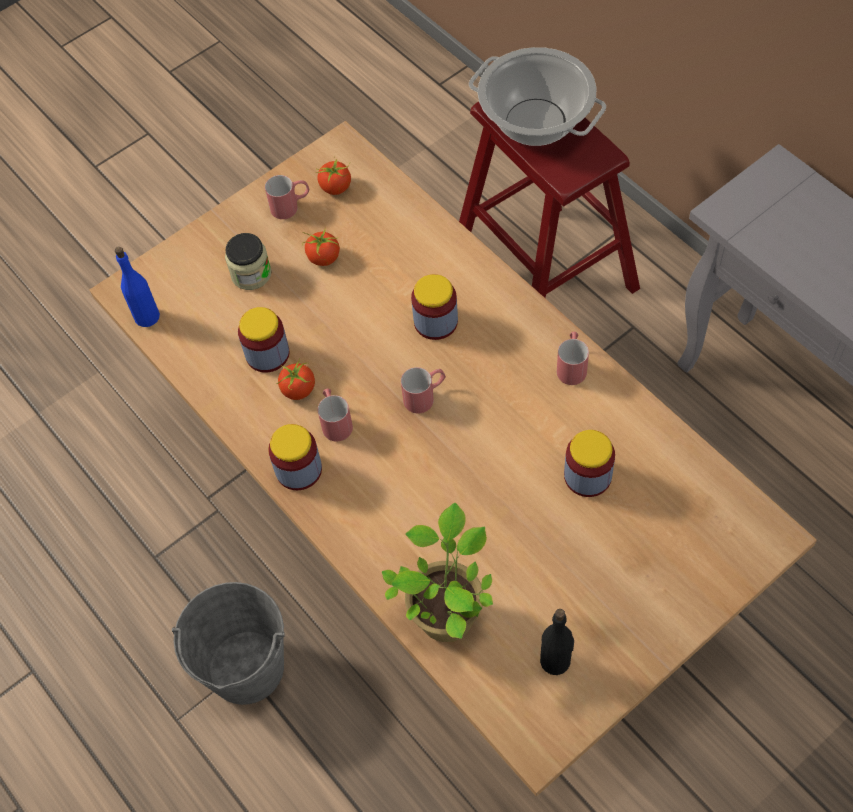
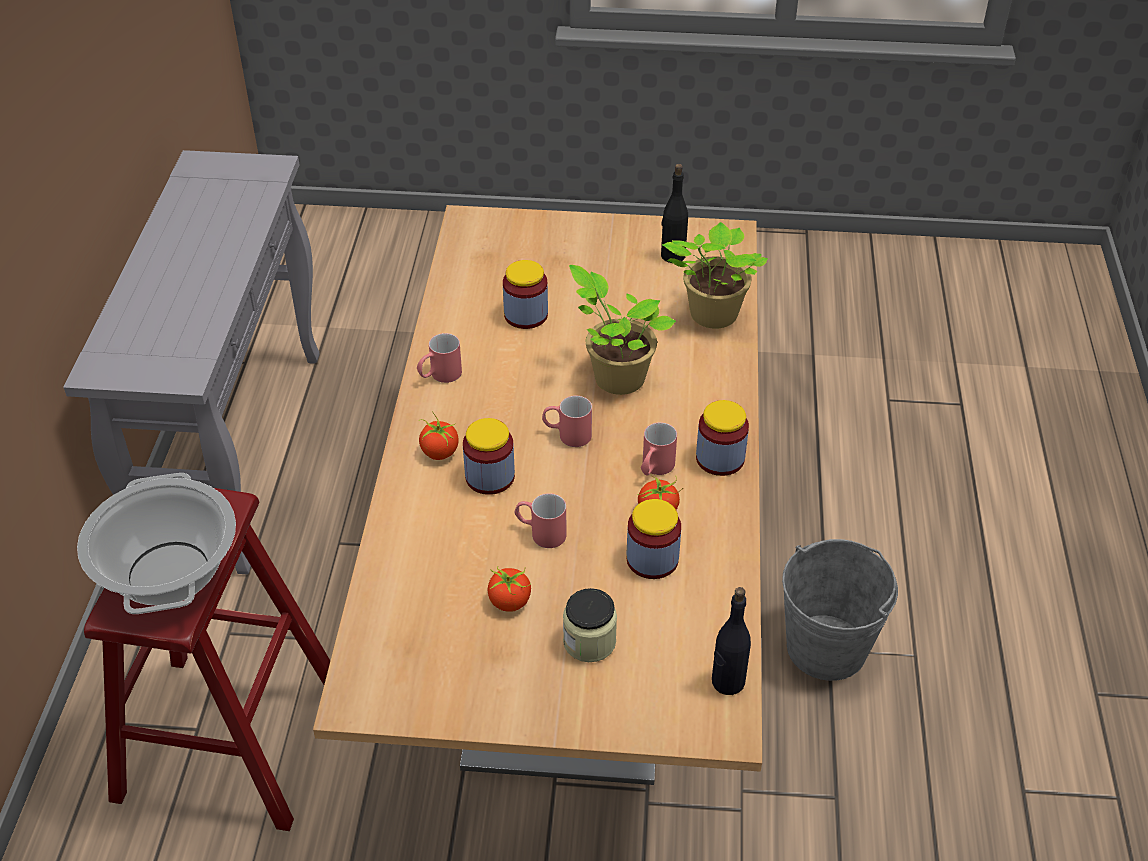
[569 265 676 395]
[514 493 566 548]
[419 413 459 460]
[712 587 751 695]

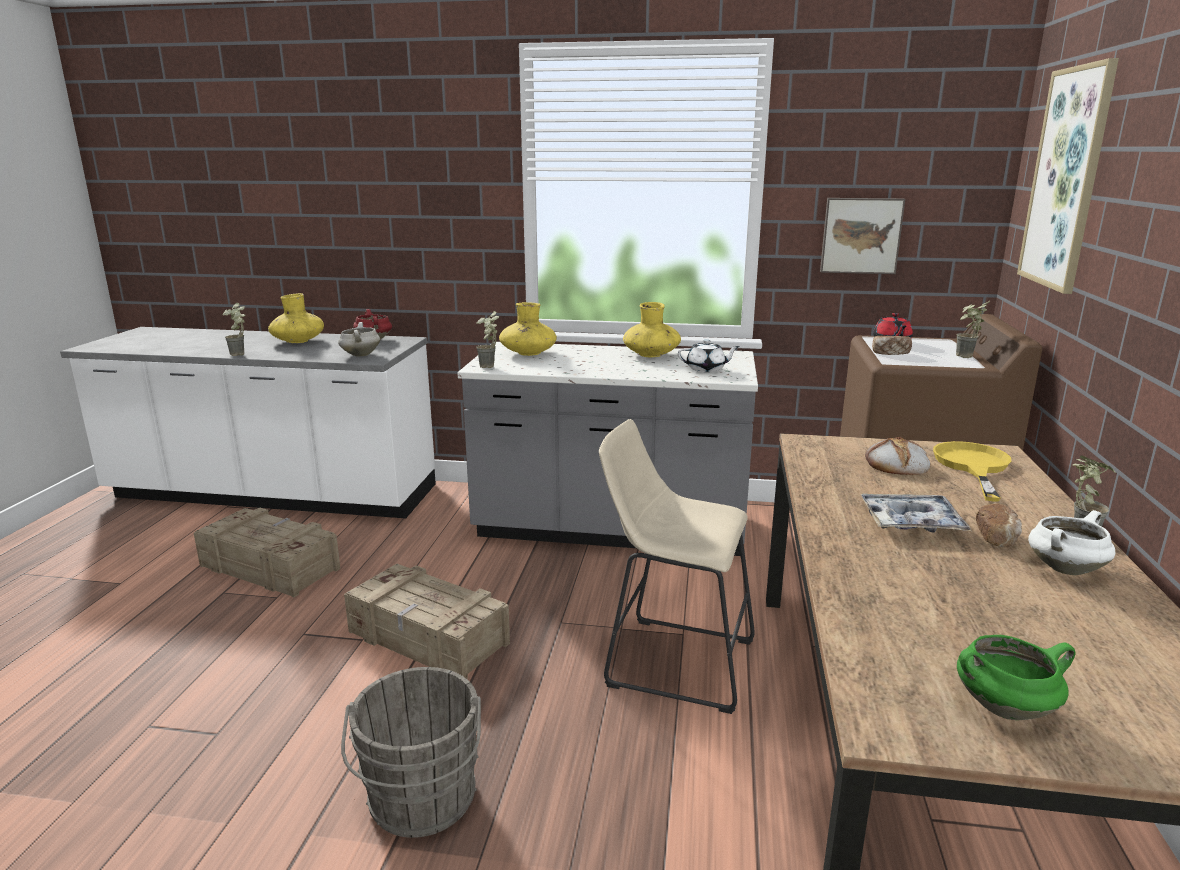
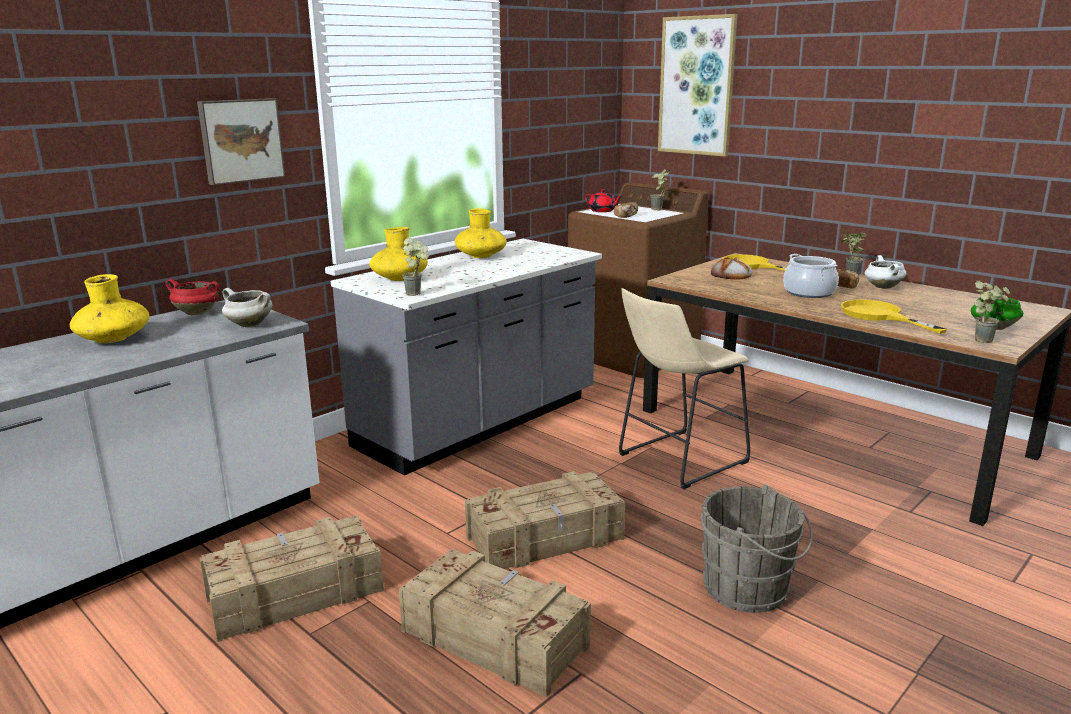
[677 339 740 372] (first image)
[399 549 591 698]
[841 299 947 334]
[974 281 1010 343]
[197 98 285 185]
[783 254 839 298]

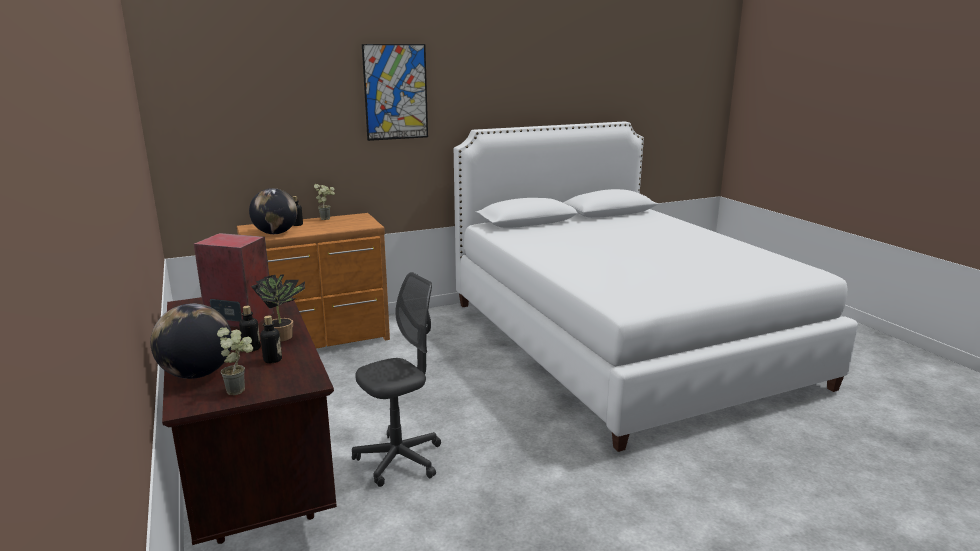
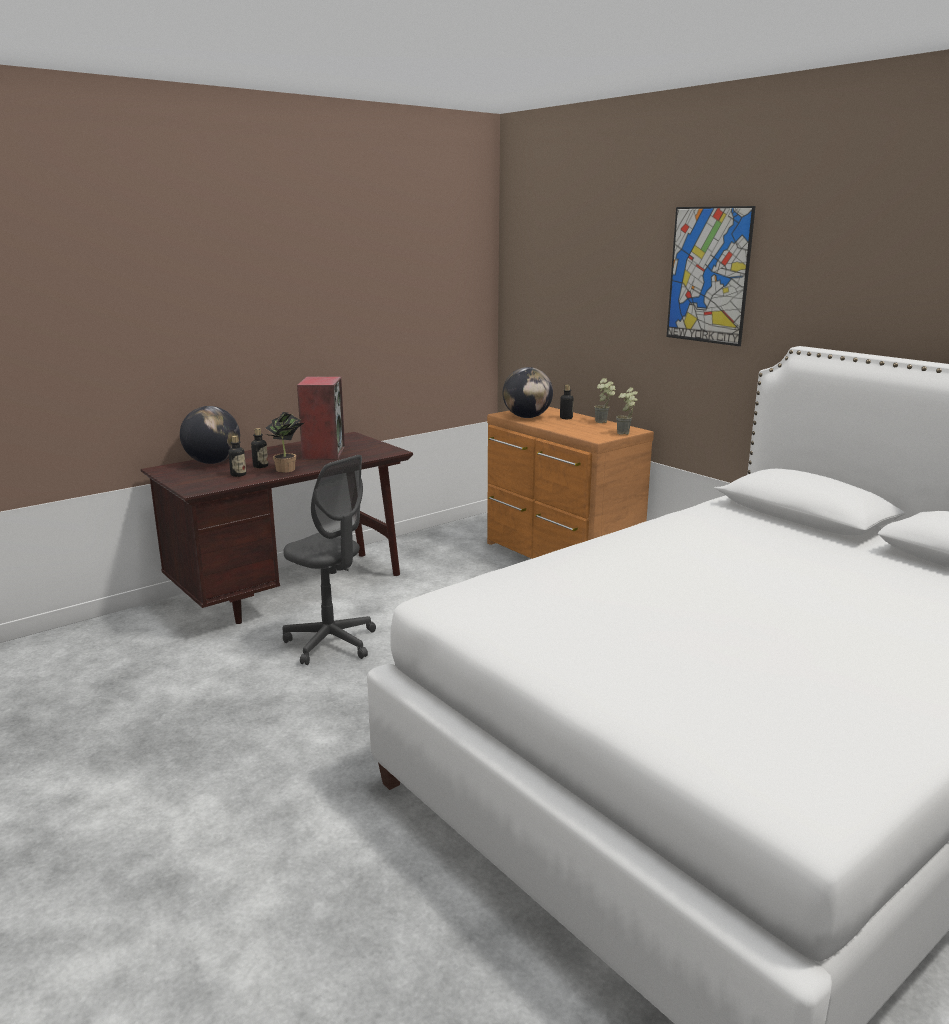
[616 387 638 435]

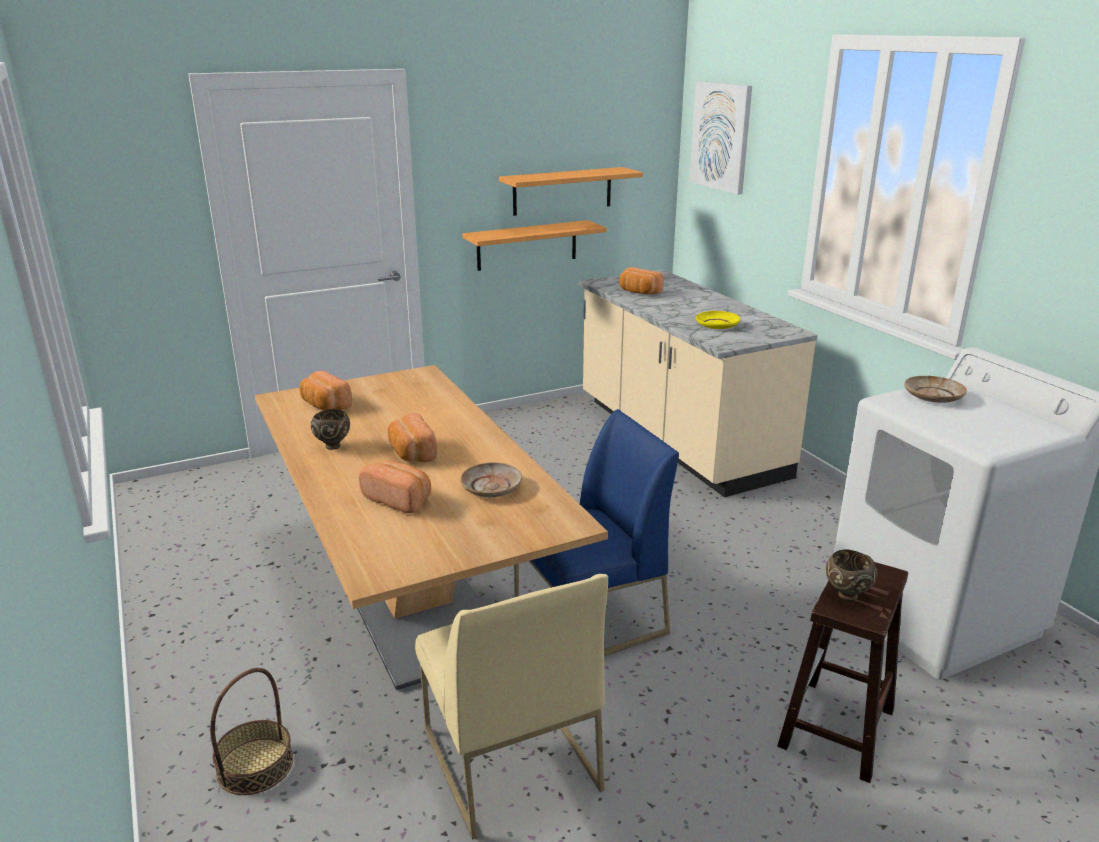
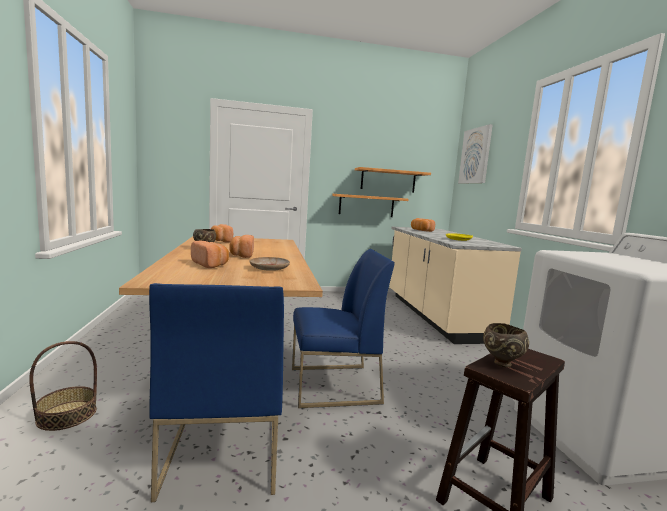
[905 376 967 403] (first image)
[149 283 284 502]

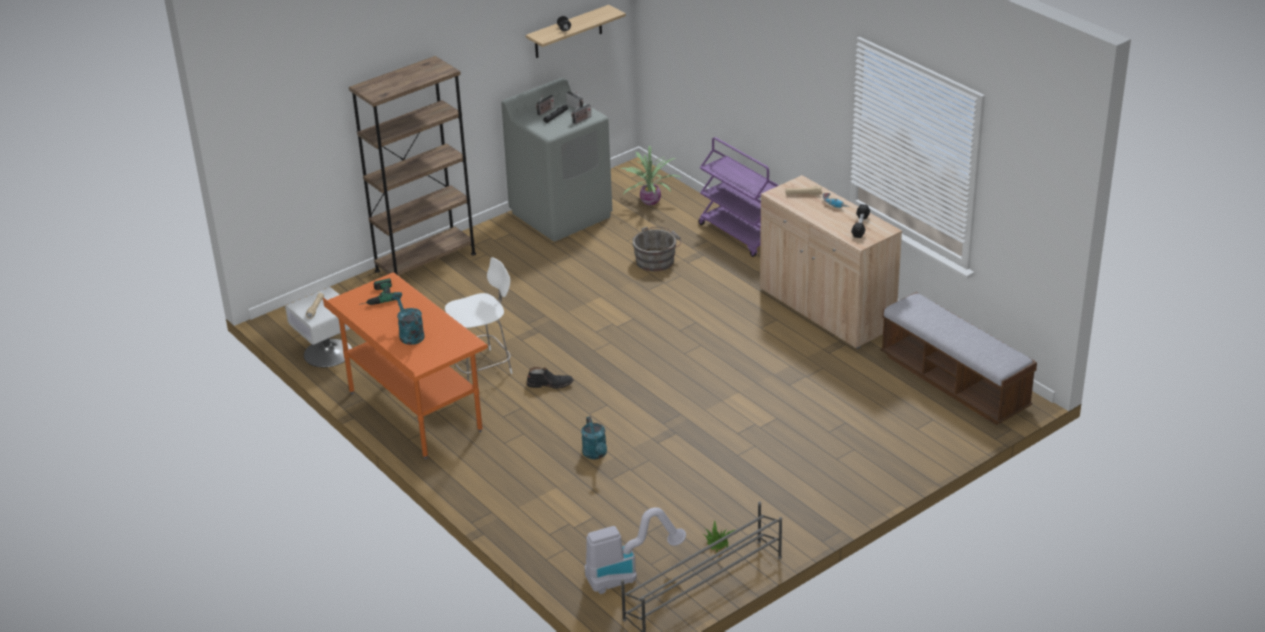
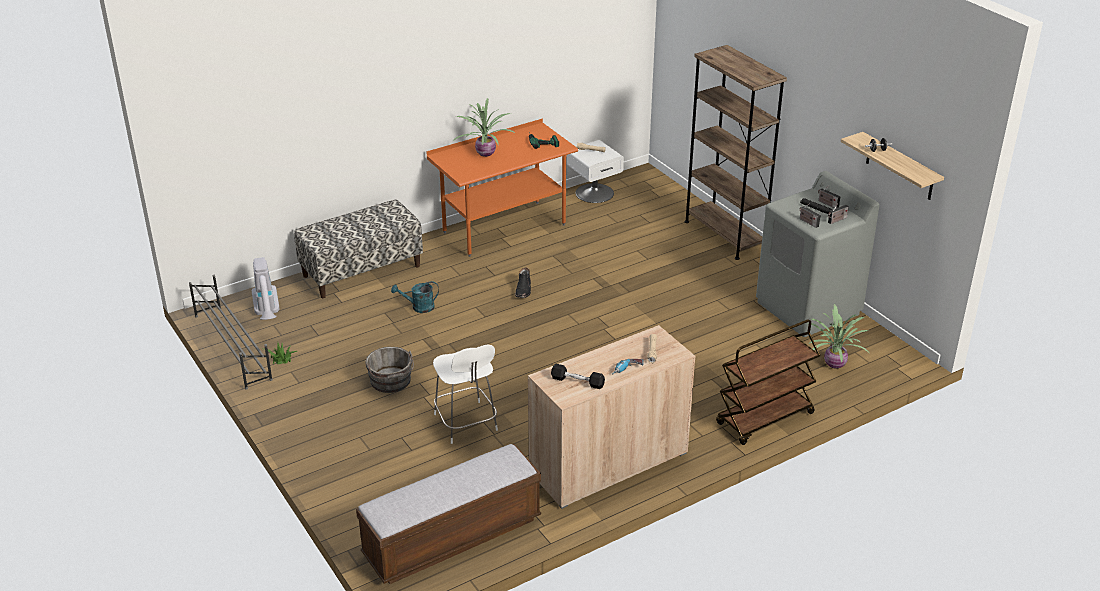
[294 200 423 298]
[433 345 498 444]
[365 347 414 393]
[453 98 516 157]
[716 319 820 445]

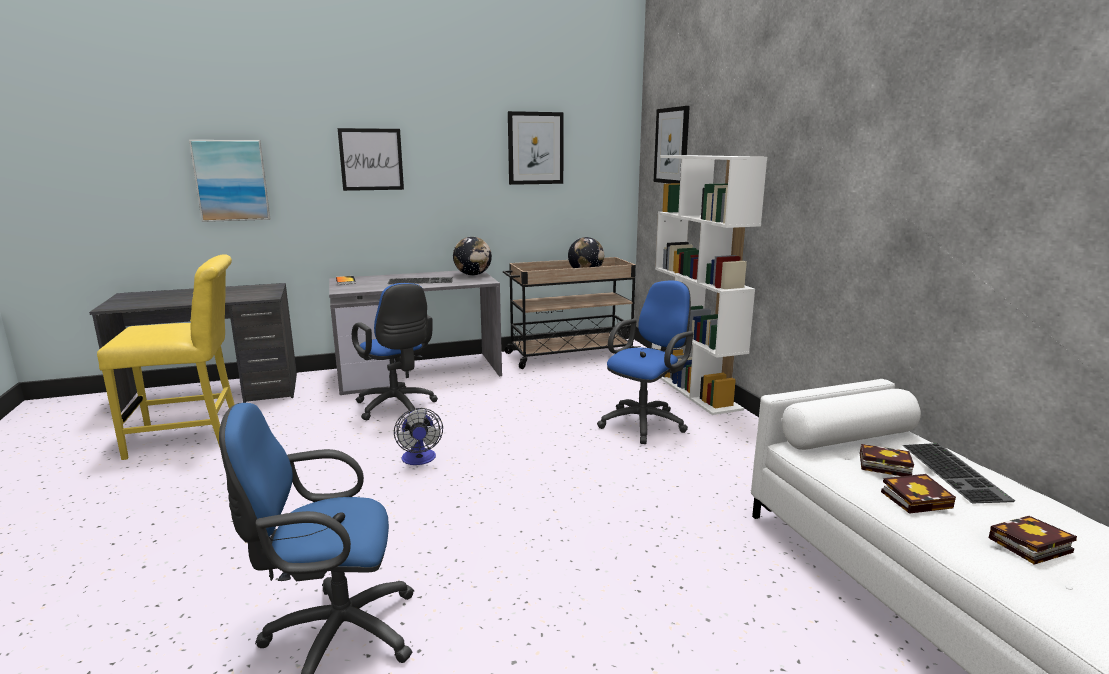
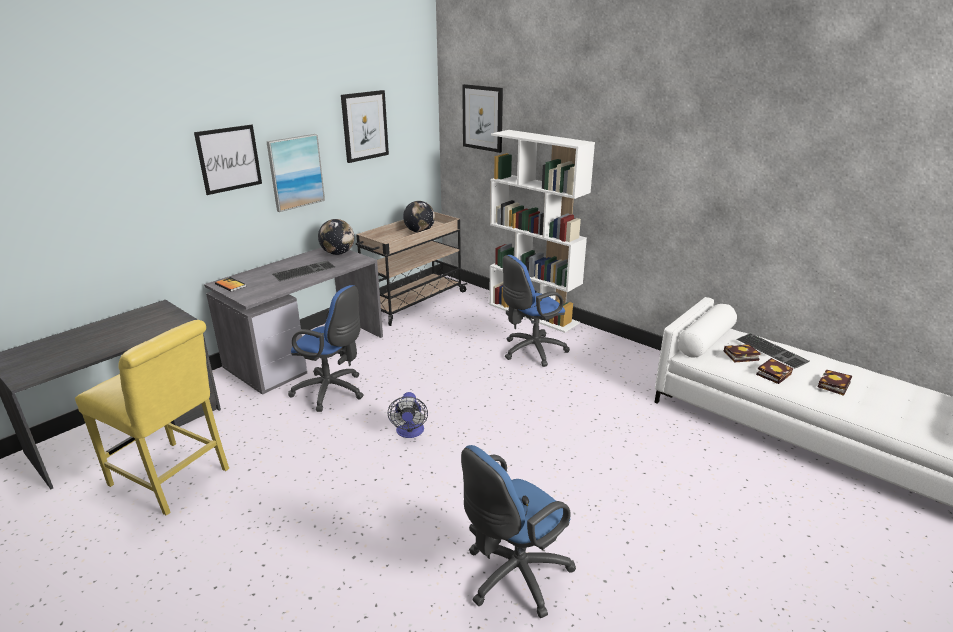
[266 134 325 212]
[75 320 229 516]
[388 392 428 438]
[502 255 570 367]

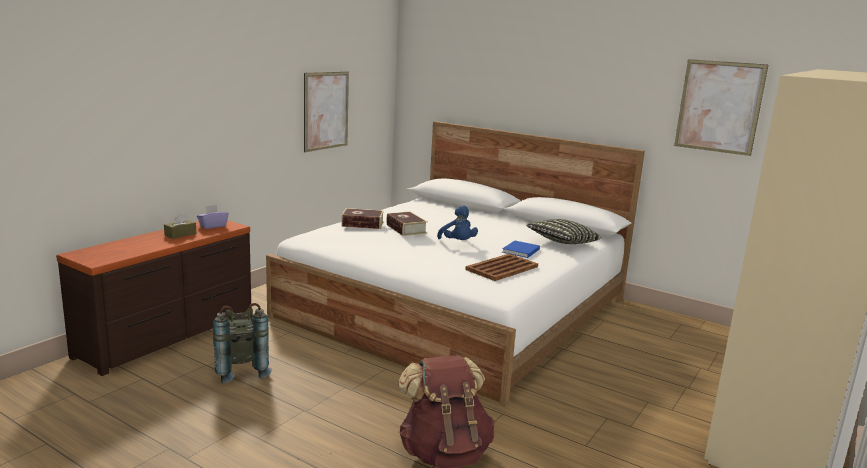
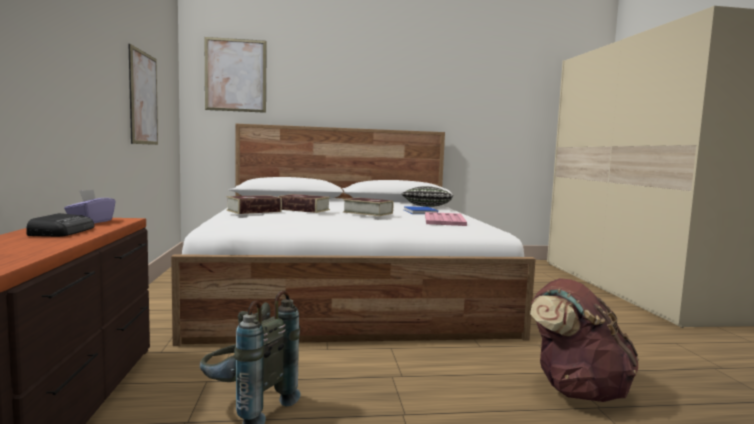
[204 37 267 113]
[26 213 94 237]
[343 198 393 216]
[425 212 467 226]

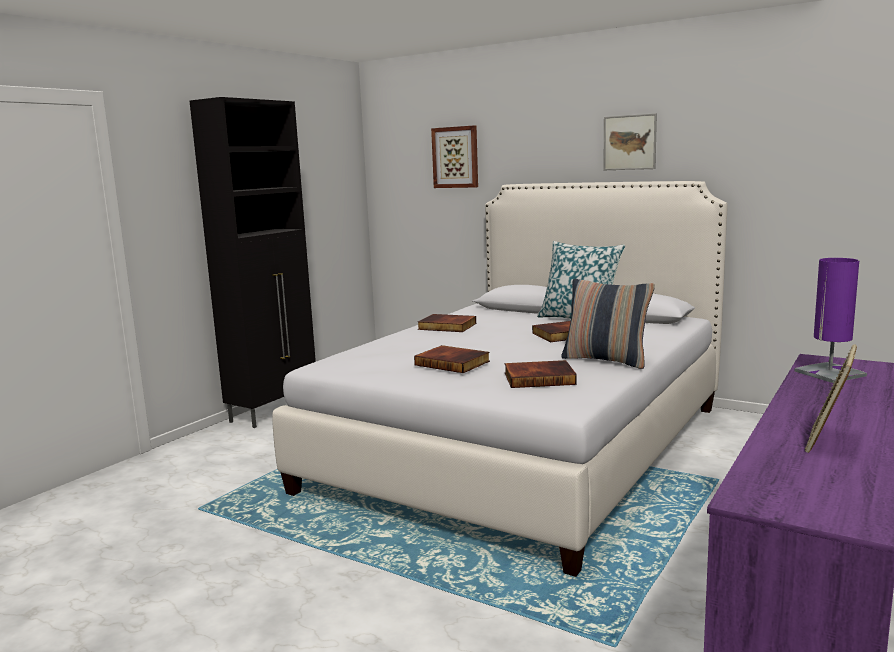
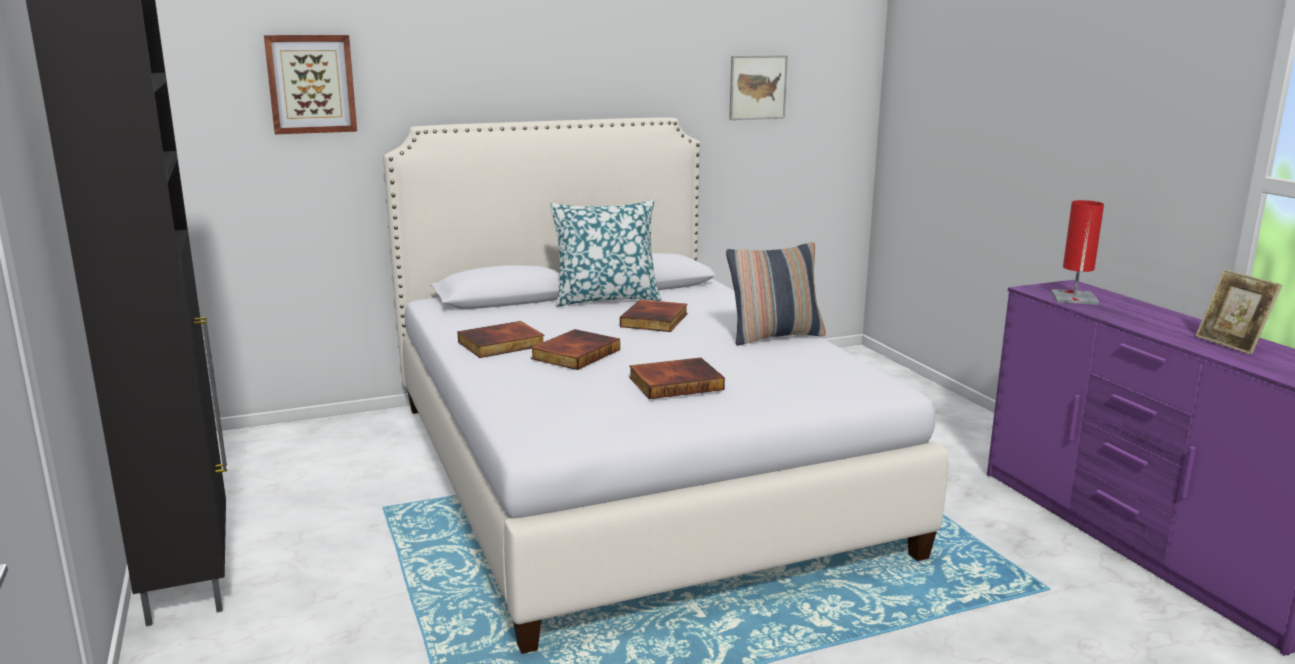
[531 329 620 370]
[729 55 788 120]
[1051 200 1104 305]

